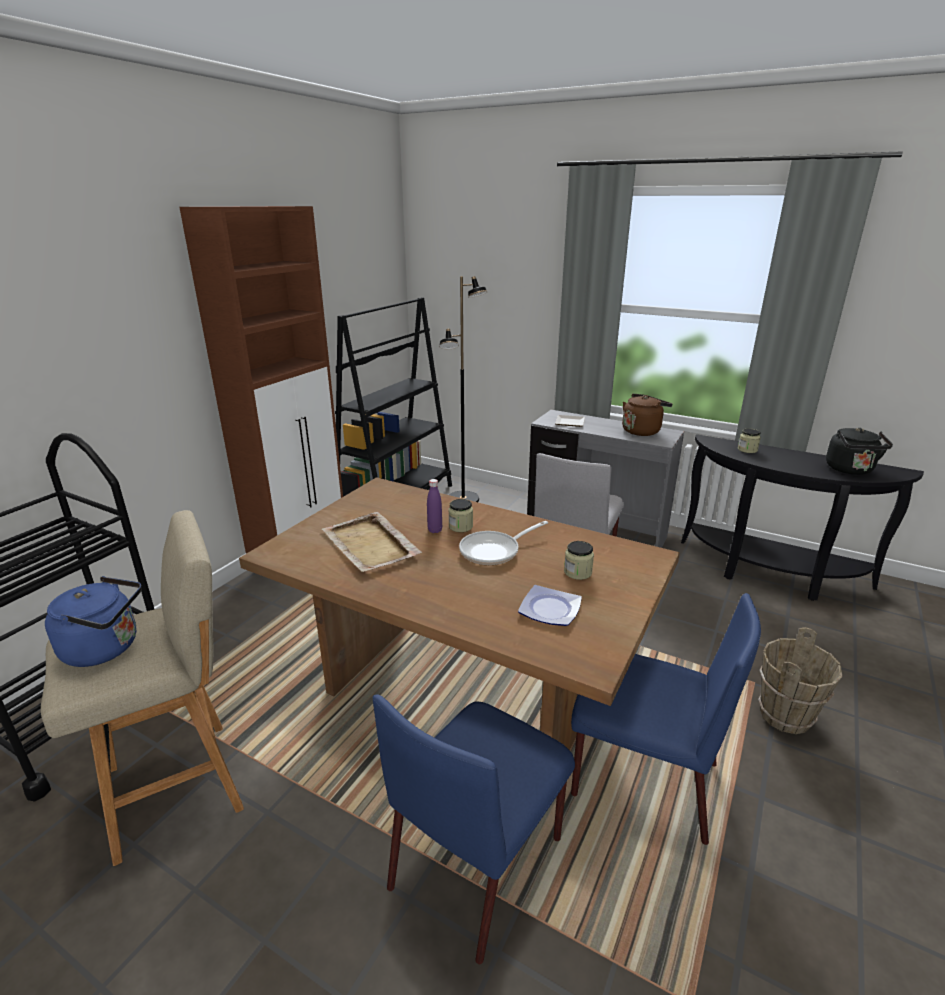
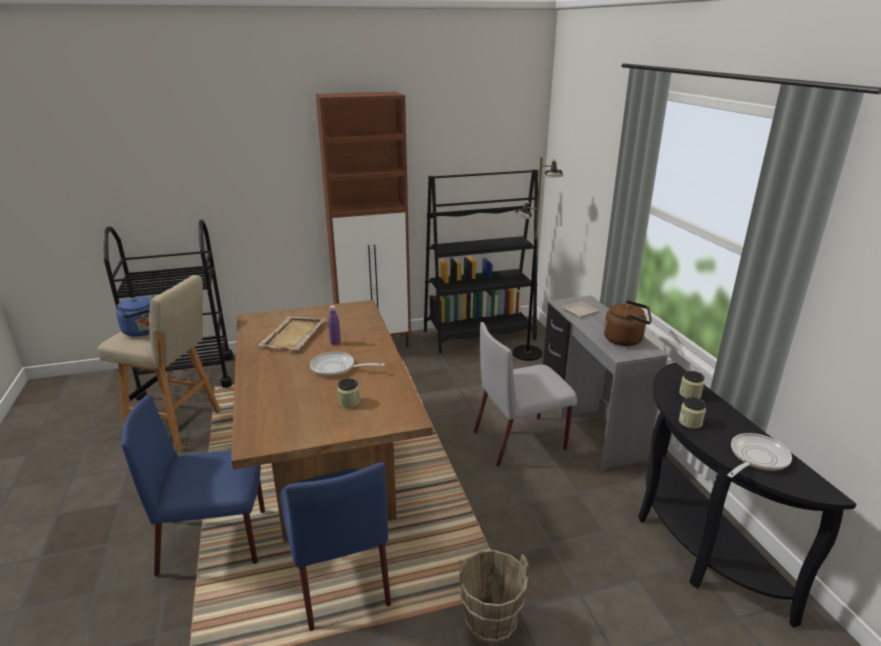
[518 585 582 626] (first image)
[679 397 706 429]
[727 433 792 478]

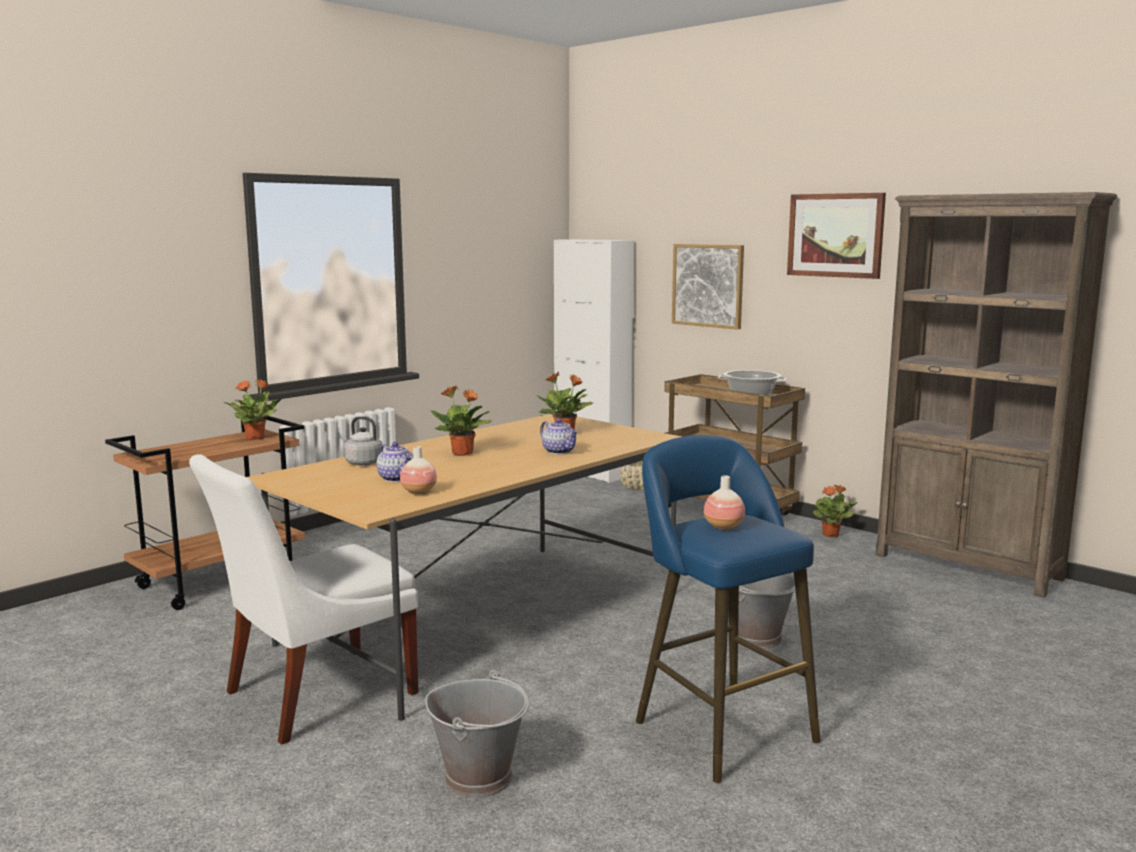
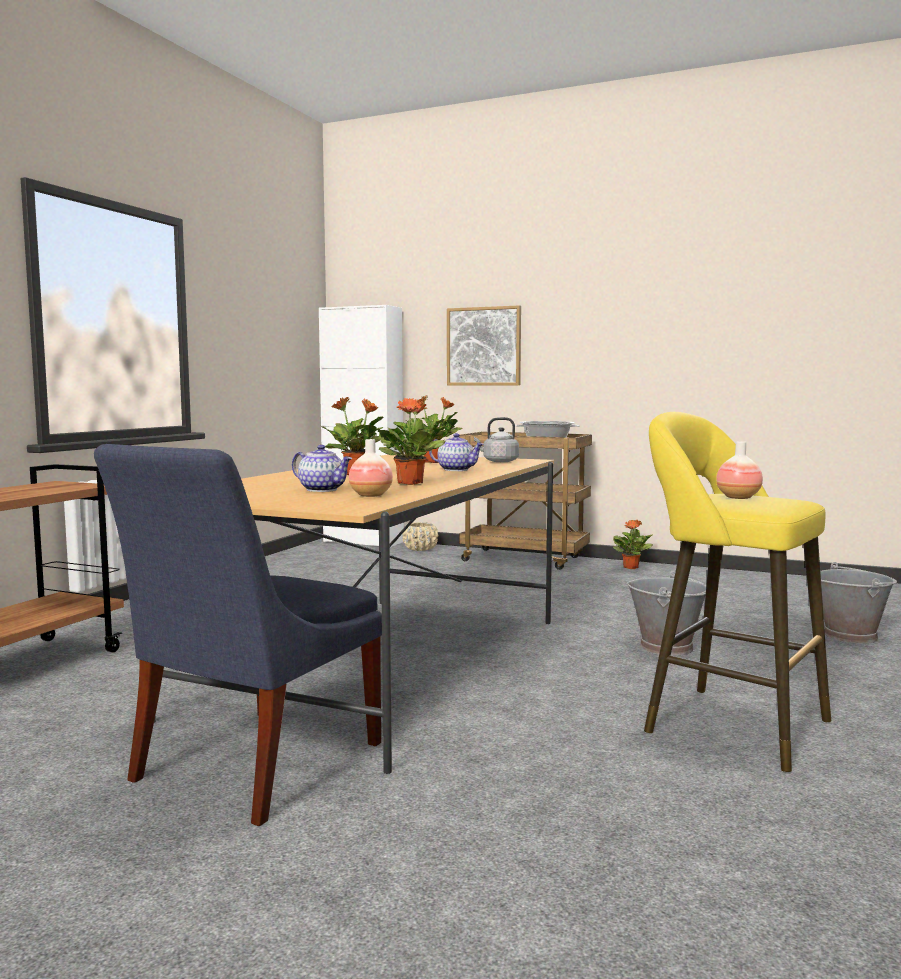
[787 193 886 279] (first image)
[875 192 1117 598] (first image)
[378 398 446 485]
[474 417 519 462]
[820 562 897 644]
[94 444 382 826]
[644 412 831 772]

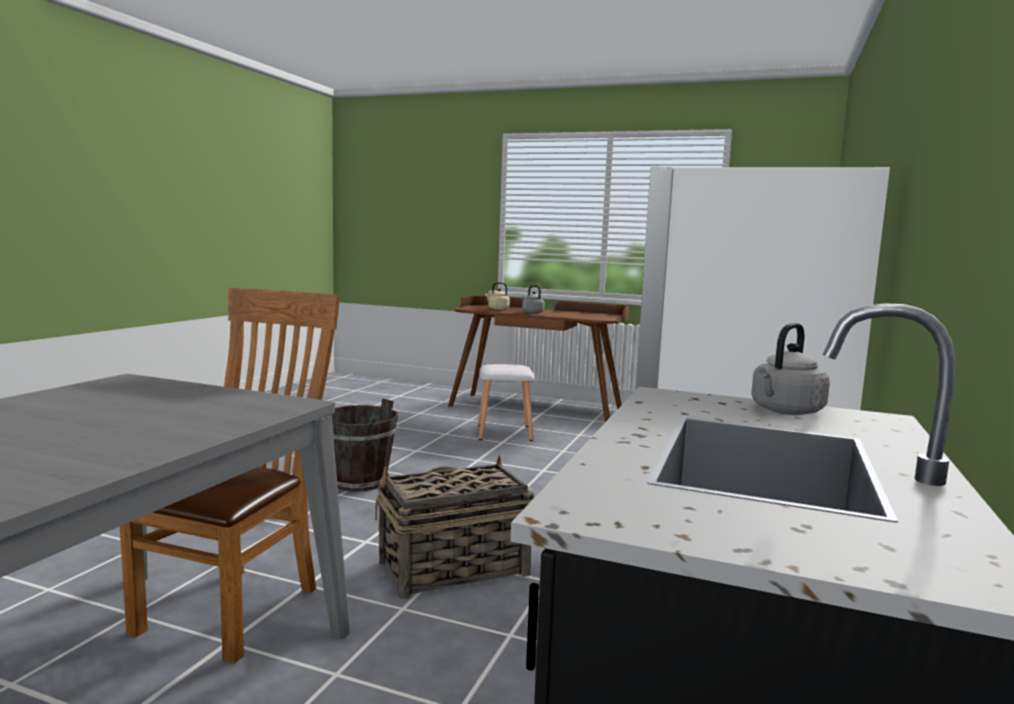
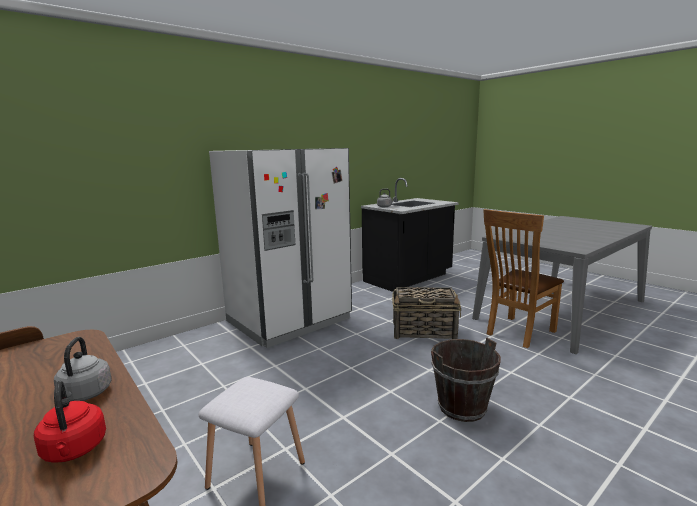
[34 381 106 463]

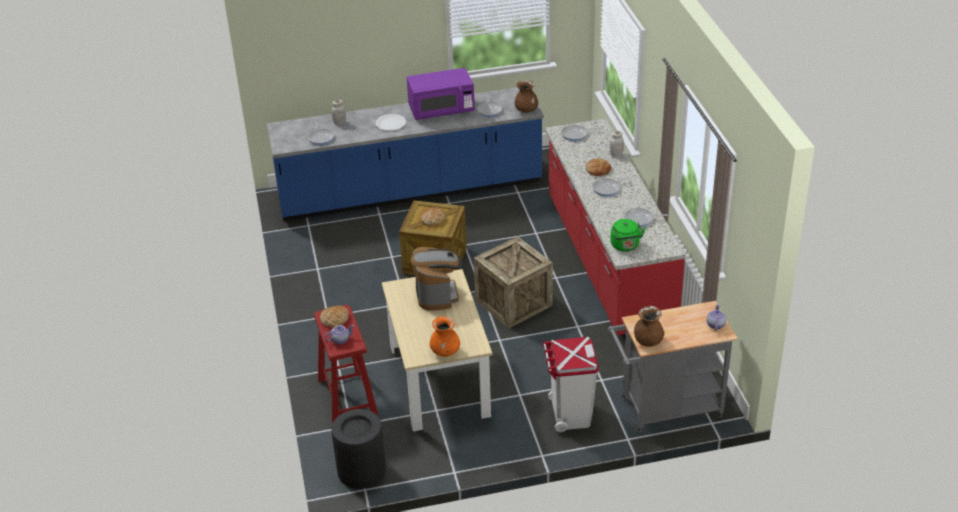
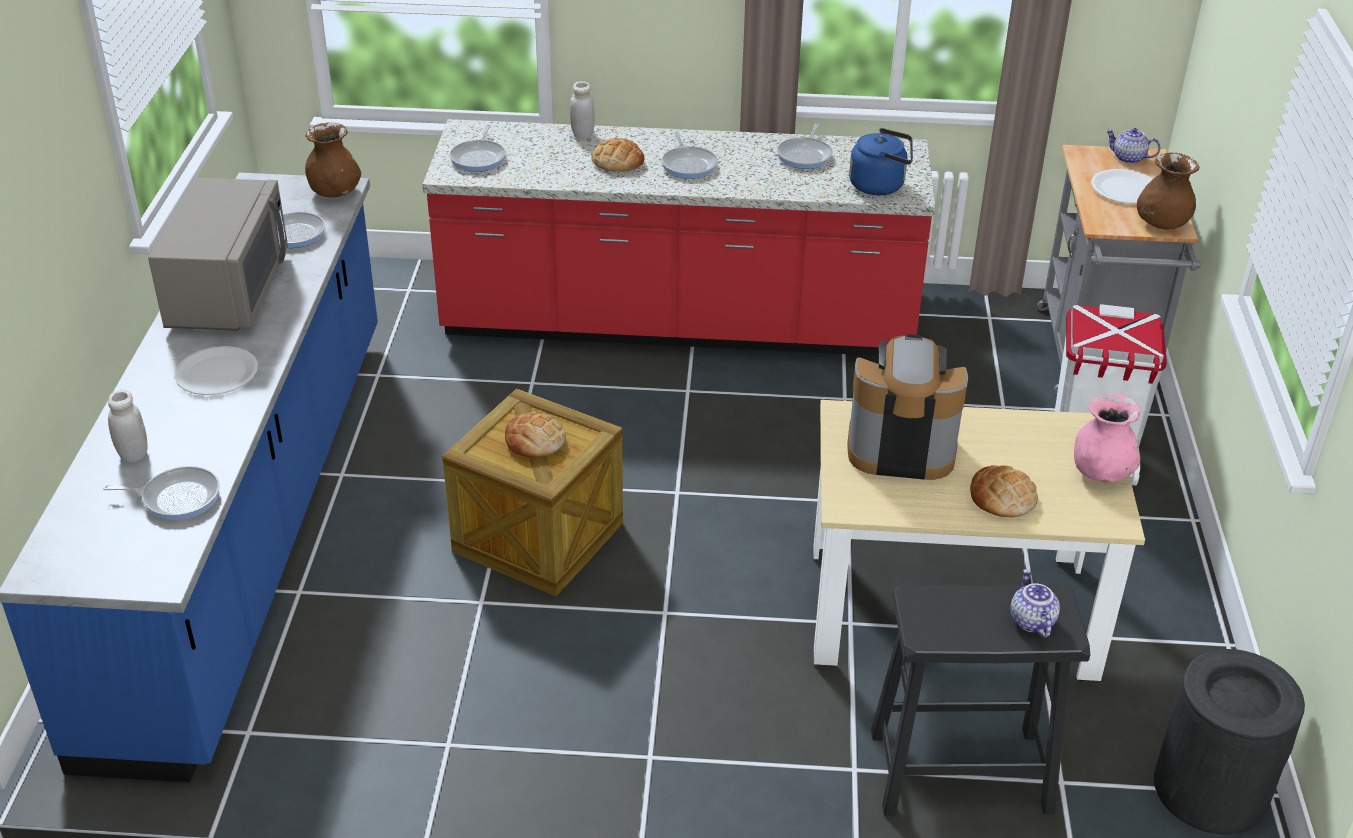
[474 236 553 328] (first image)
[1091 169 1153 204]
[970 465 1038 517]
[871 584 1090 816]
[148 178 288 331]
[1074 394 1140 483]
[849 128 913 195]

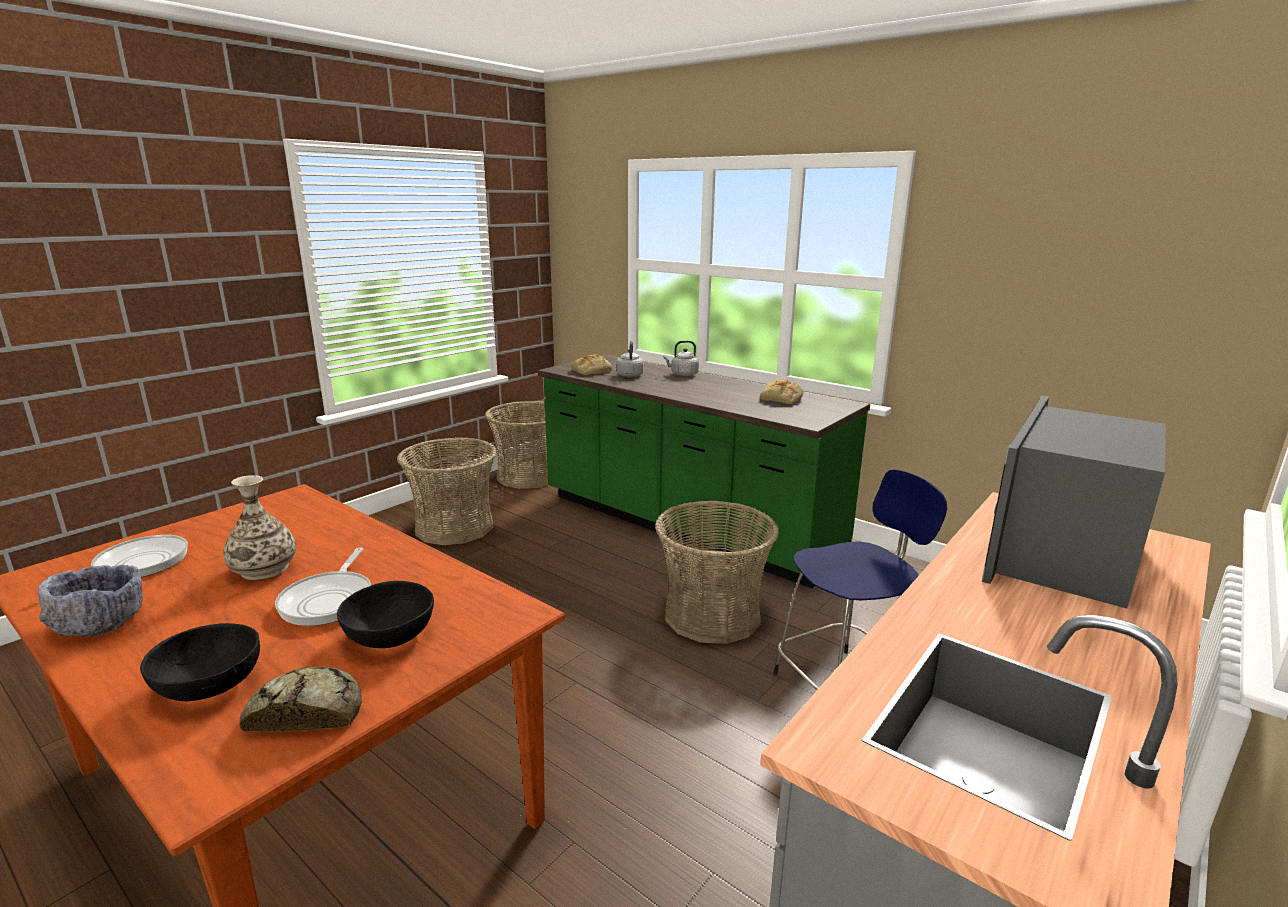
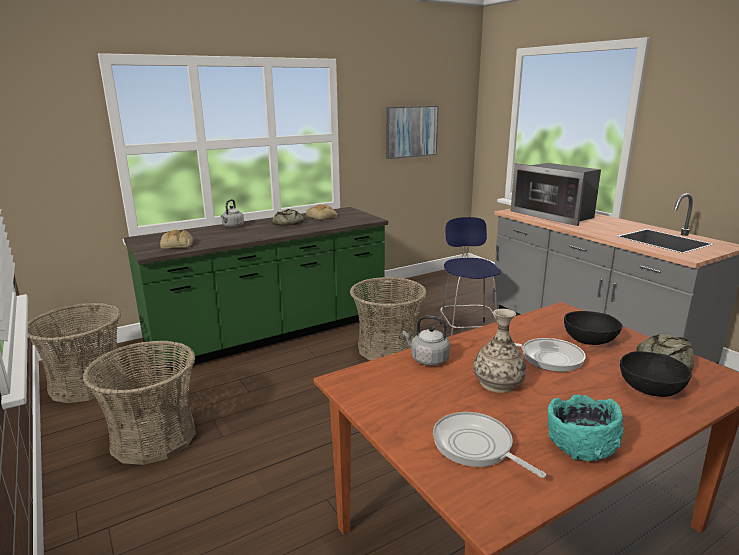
[272 209 304 226]
[386 106 438 159]
[403 316 450 366]
[548 395 624 461]

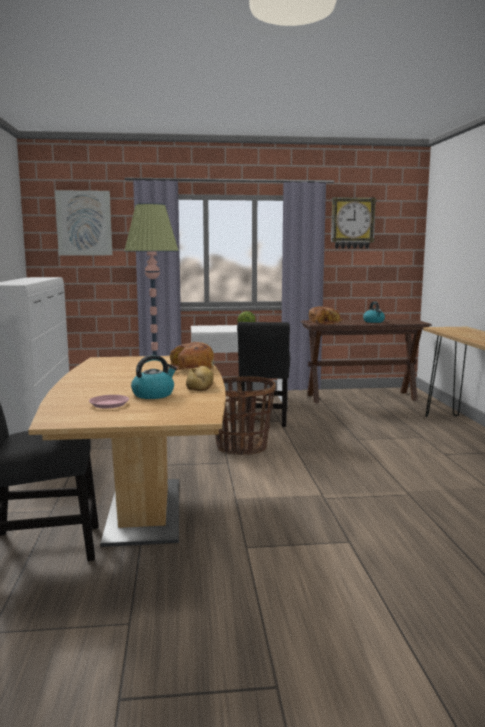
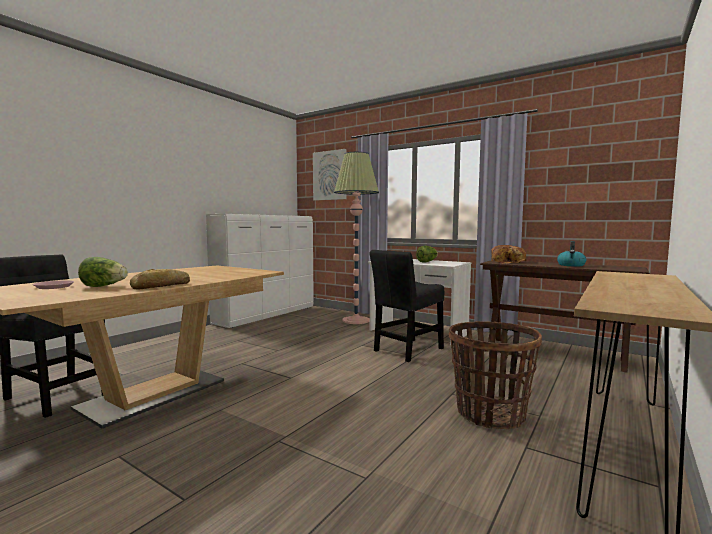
[168 342 214 370] (first image)
[331 197 376 248] (first image)
[449 321 542 429]
[78 257 128 287]

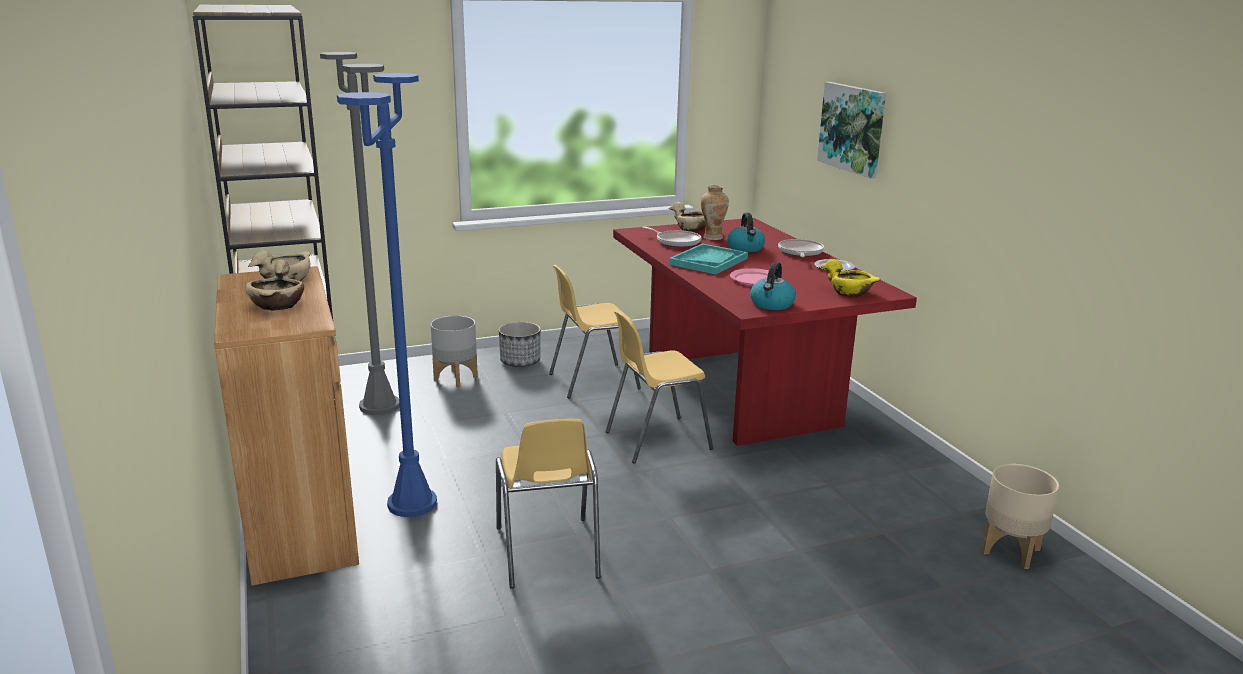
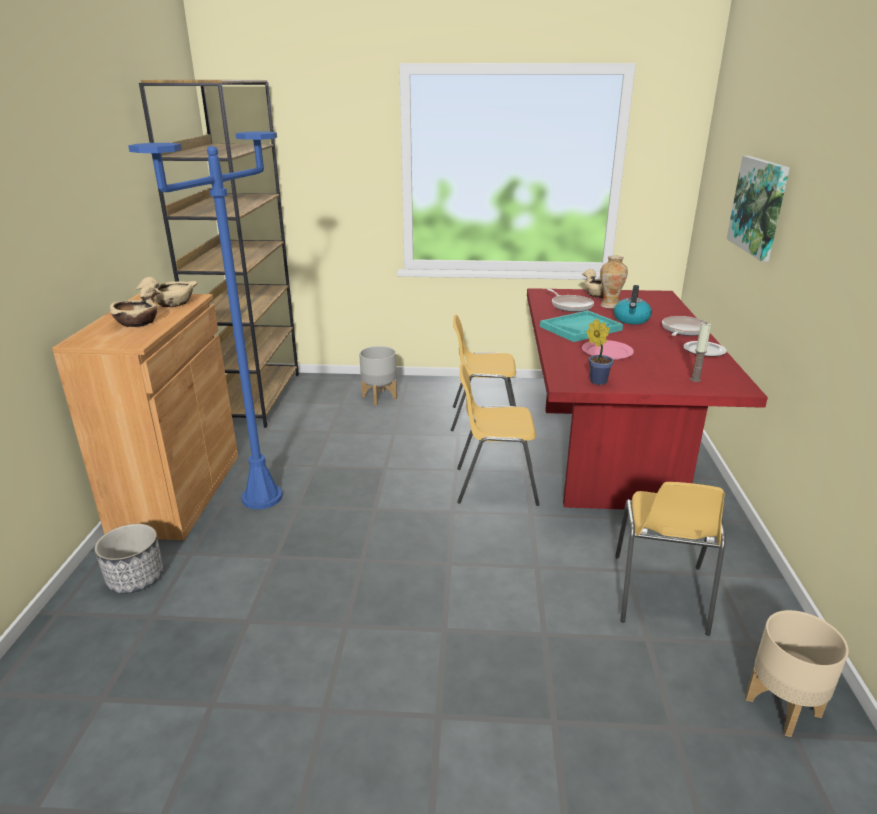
[320 52 400 415] (first image)
[615 482 726 636]
[94 524 163 594]
[586 319 614 385]
[690 322 711 382]

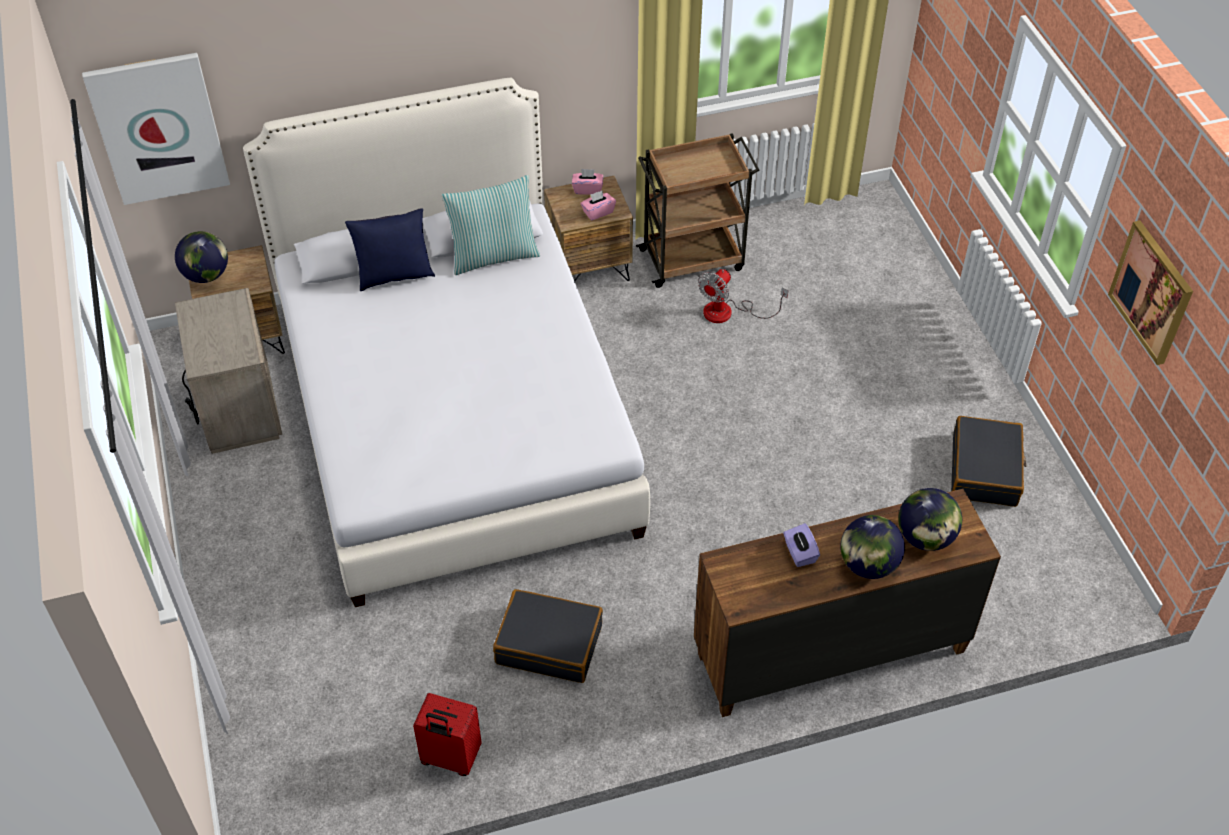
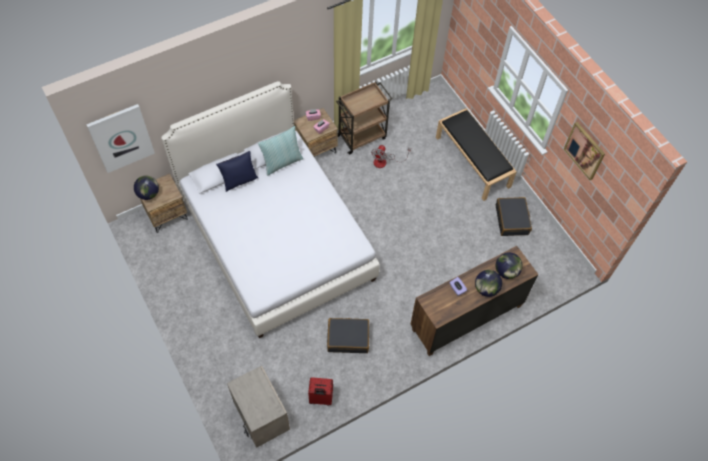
[436 108 517 201]
[227 366 290 448]

